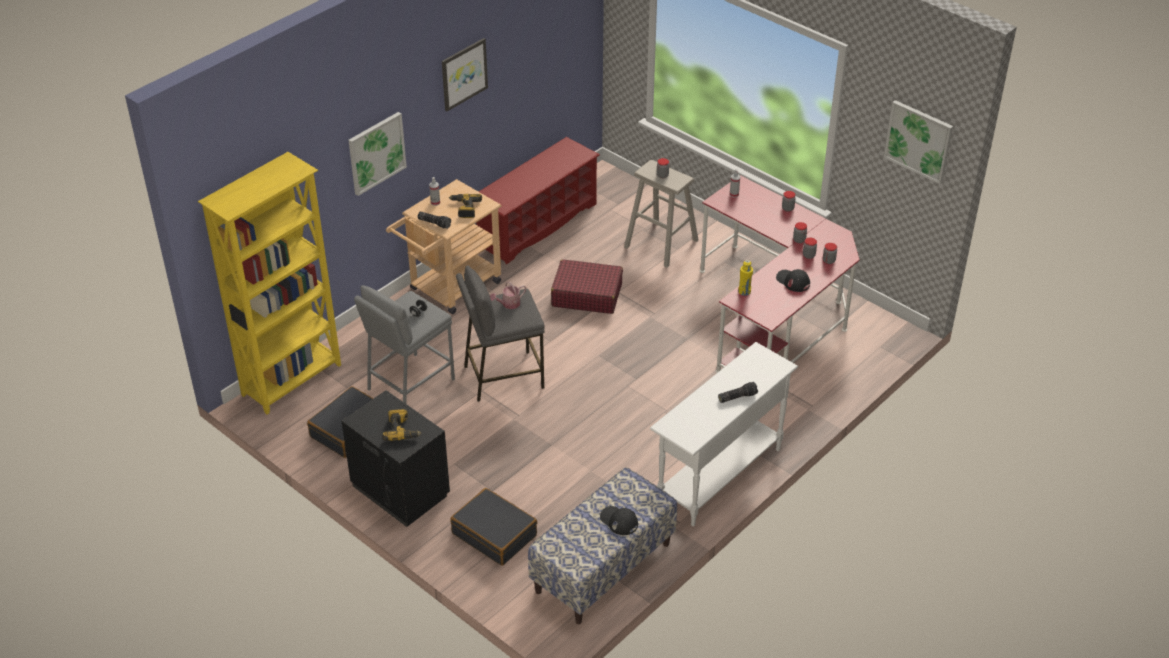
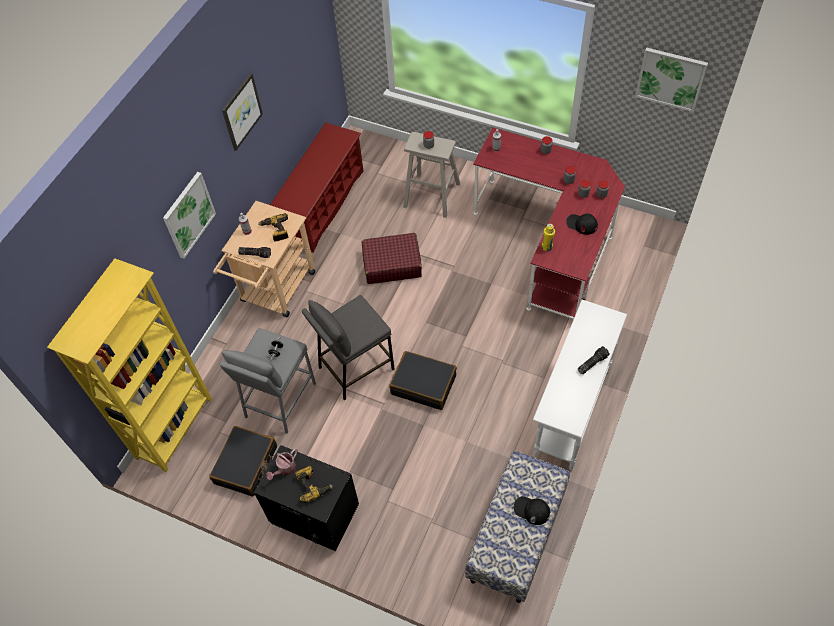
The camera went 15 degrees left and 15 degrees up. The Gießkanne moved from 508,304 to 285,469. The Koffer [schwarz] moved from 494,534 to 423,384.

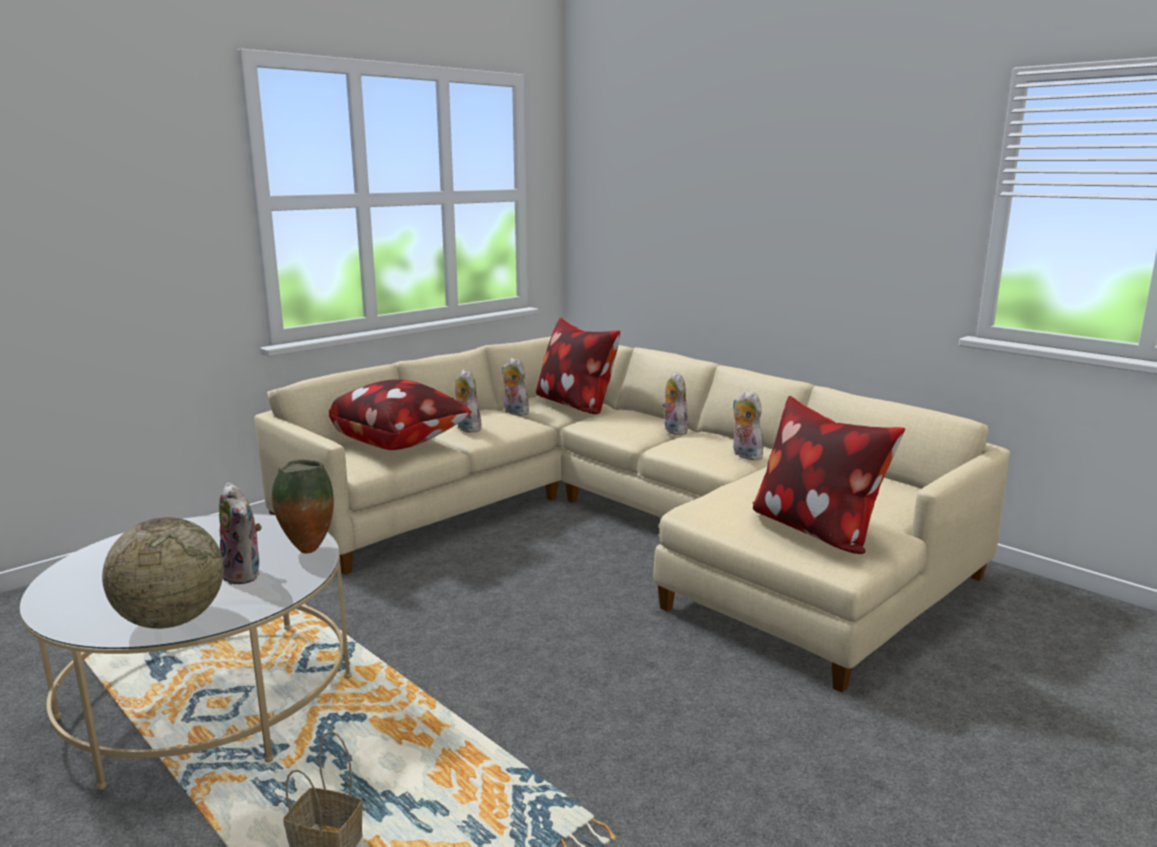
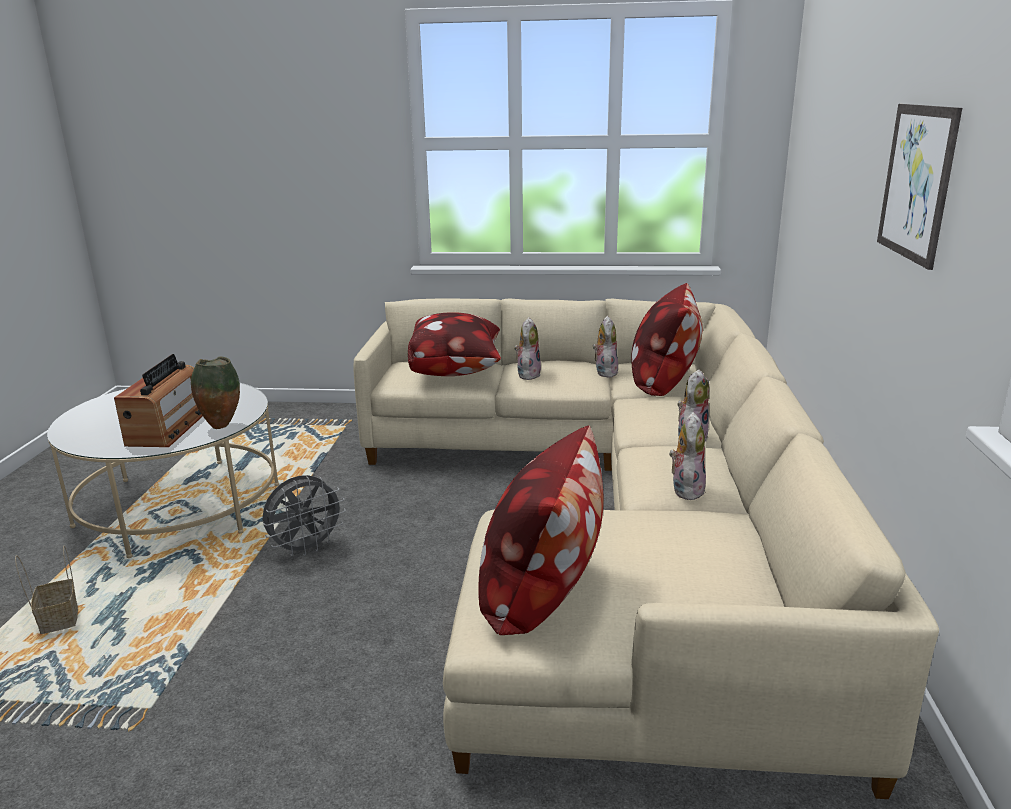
The camera went 50 degrees right and 5 degrees up. The Plüschtier at 245,574 was replaced by the Radio at 168,428. The Ventilator [grau] at 306,548 appeared. The Bild at 916,182 appeared. The Globus at 171,620 disappeared.

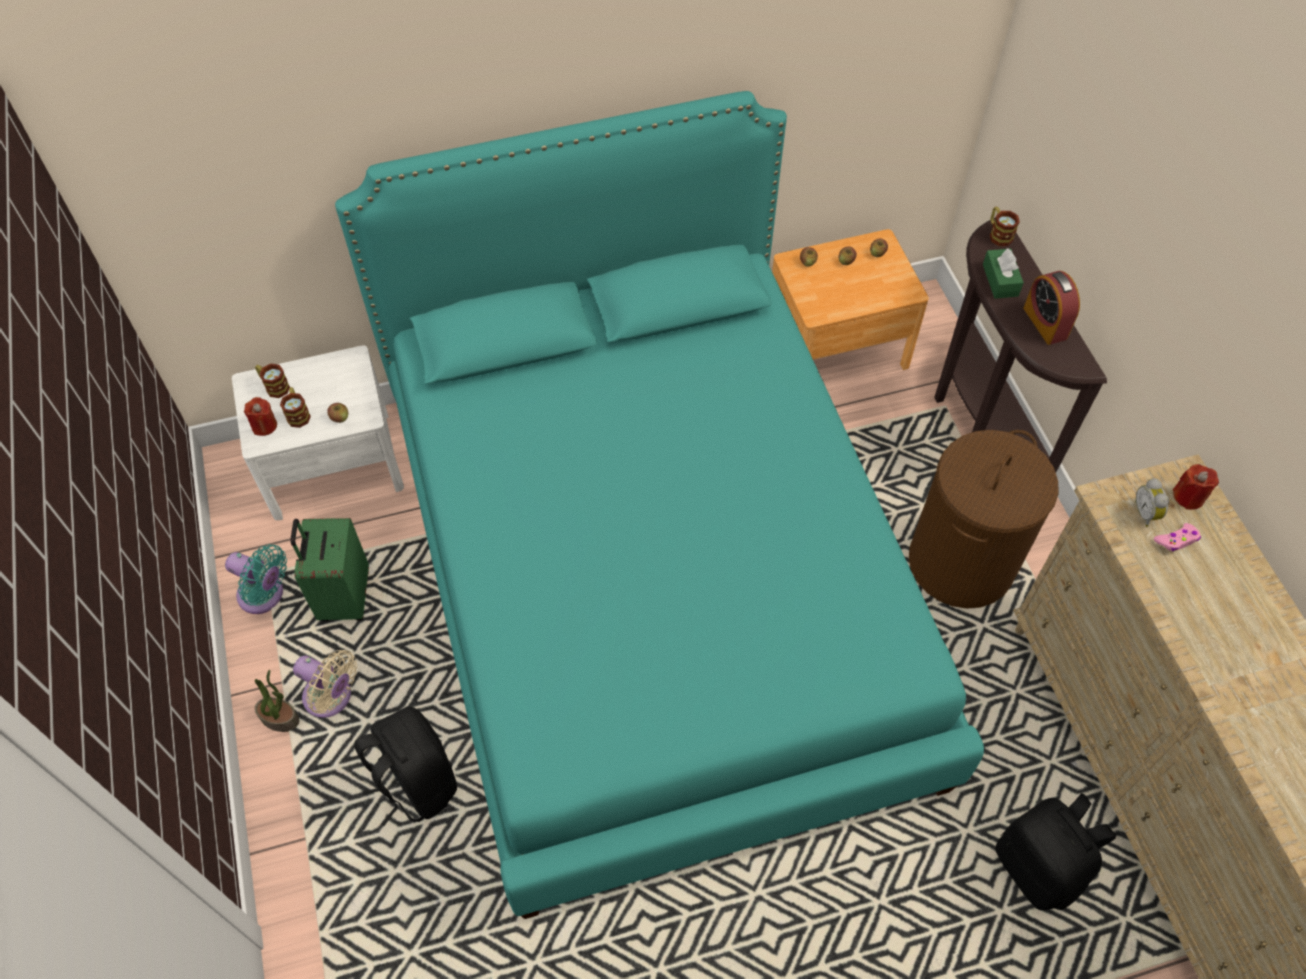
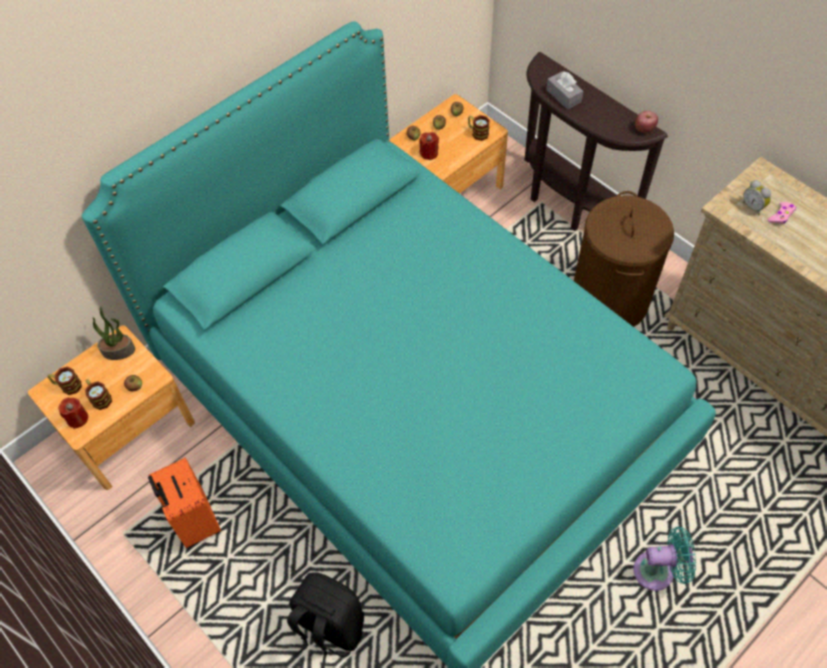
The camera went 25 degrees left and 0 degrees up. The Nachttisch [weiß] at 332,464 became the Nachttisch [braun] at 128,428. The Topfpflanze moved from 280,718 to 119,350. The Koffer [grün] at 343,597 became the Koffer [orange] at 194,521. The Kerze [rot] moved from 1188,497 to 429,153. The Henkelbecher moved from 998,234 to 477,133. The Taschentuchbox [grün] at 1000,280 became the Taschentuchbox [grau] at 563,96. The Ventilator [türkis] moved from 265,595 to 658,571. The Apfel at 644,129 appeared. The Ventilator [beige] at 332,698 disappeared. The Rucksack [schwarz] at 1039,867 disappeared. The Wecker at 1045,323 disappeared.

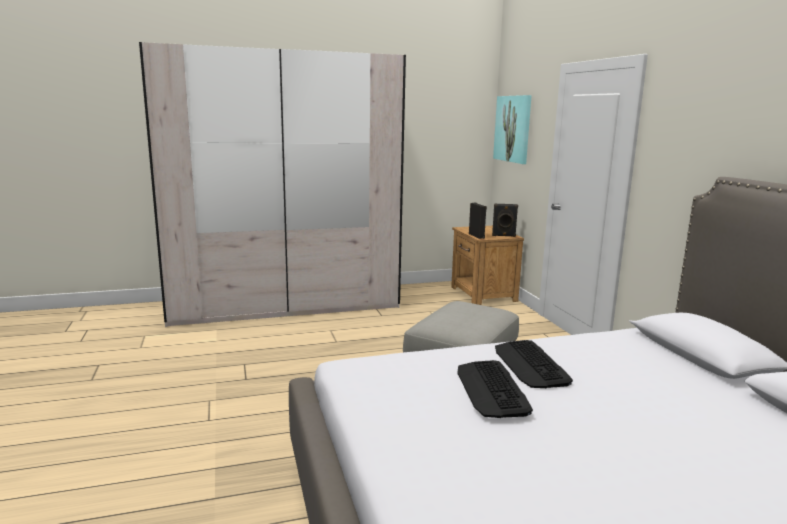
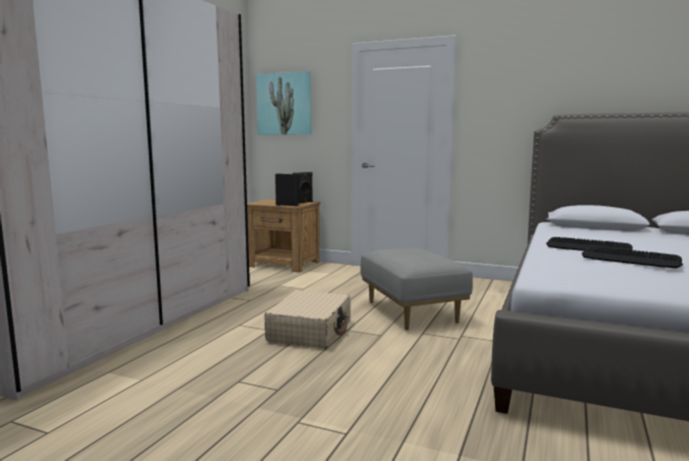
The camera went 50 degrees left and 5 degrees down. The Koffer [beige] at 310,331 appeared.

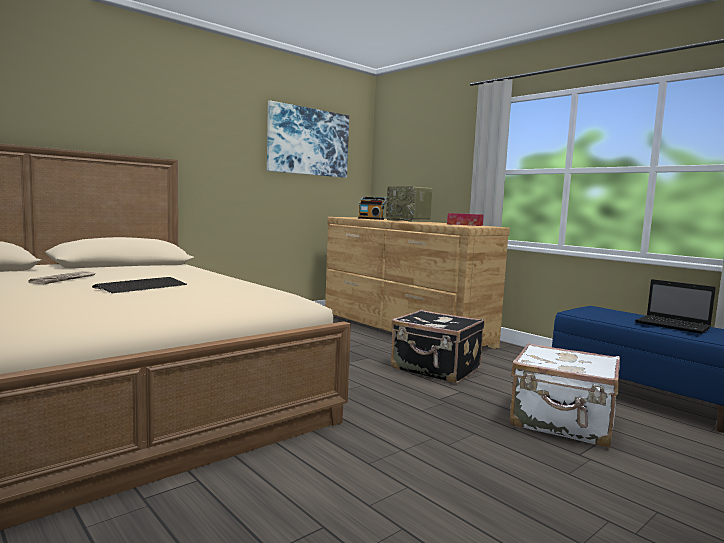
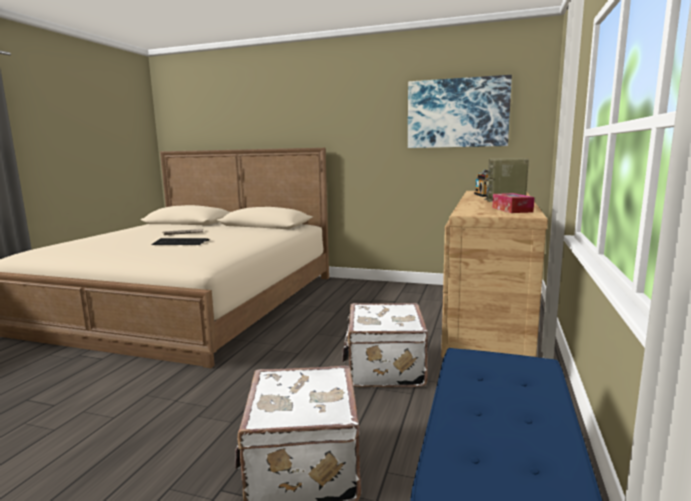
The camera went 60 degrees right and 5 degrees up. The Koffer [schwarz] at 435,369 became the Koffer [weiß] at 384,368. The Laptop at 674,326 disappeared.

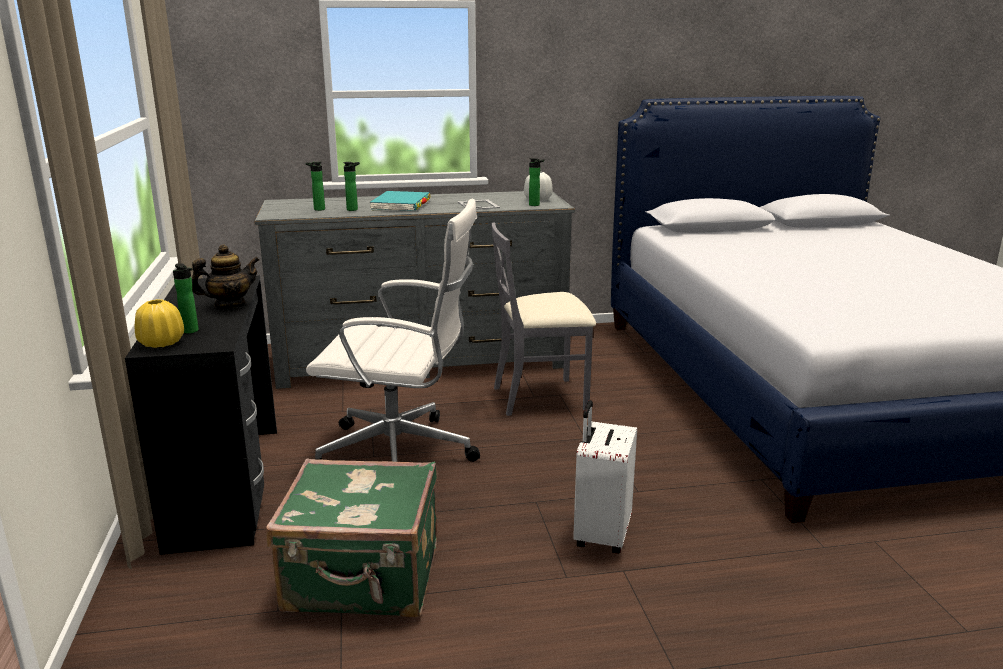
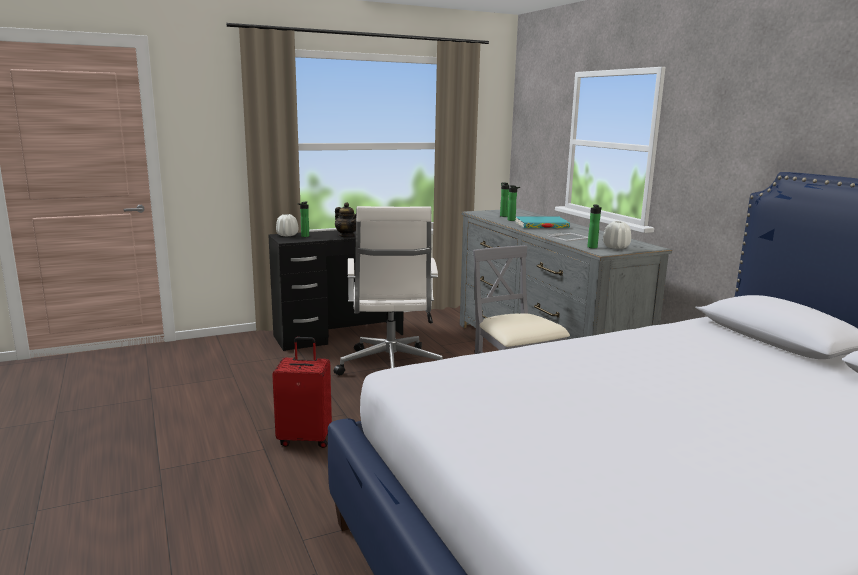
The camera went 75 degrees right and 5 degrees down. The Koffer [weiß] at 600,535 became the Koffer [rot] at 305,438. The Vase [gelb] at 161,343 became the Vase [weiß] at 287,235. The Koffer [grün] at 363,579 disappeared.

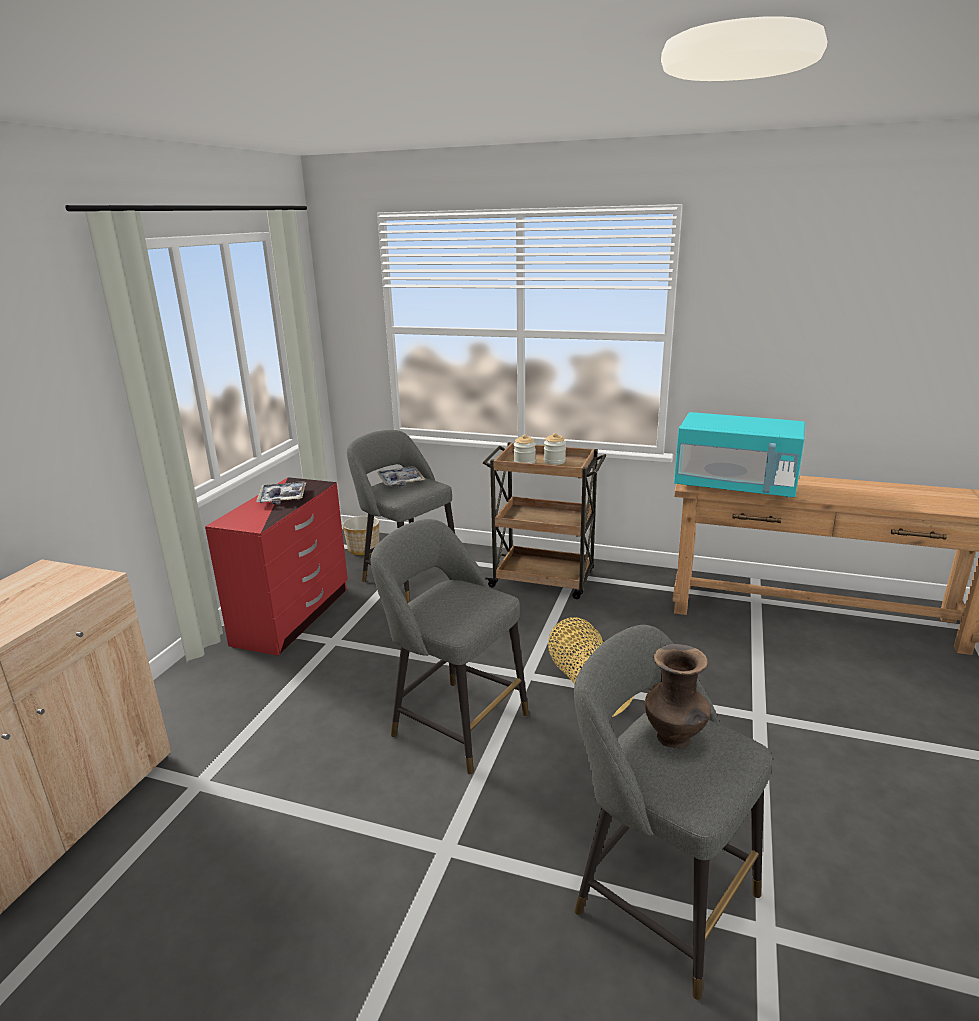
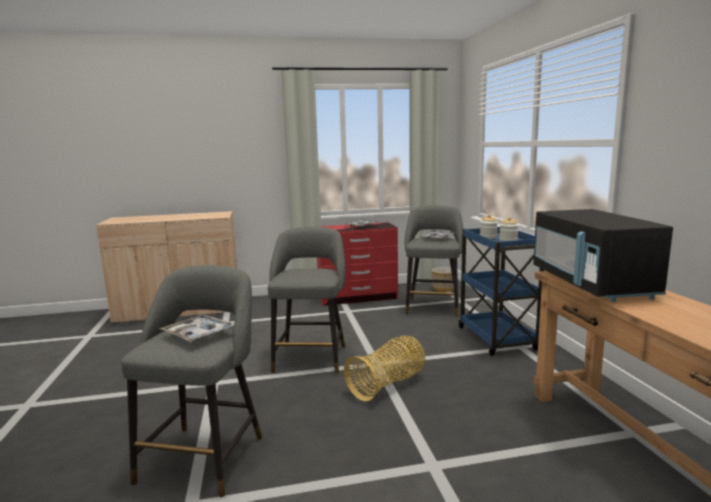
The camera went 60 degrees right and 10 degrees down. The Vase [braun] at 674,739 was replaced by the Tablett at 198,334. The Rollwagen [braun] at 544,580 became the Rollwagen [blau] at 497,339. The Mikrowelle [türkis] at 735,486 became the Mikrowelle [schwarz] at 591,284.

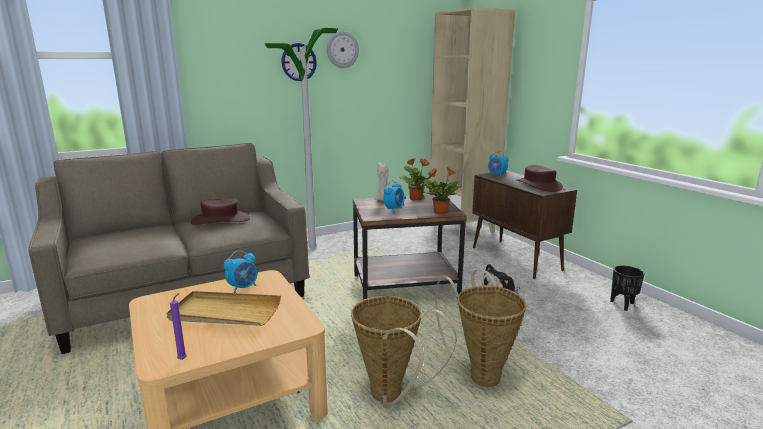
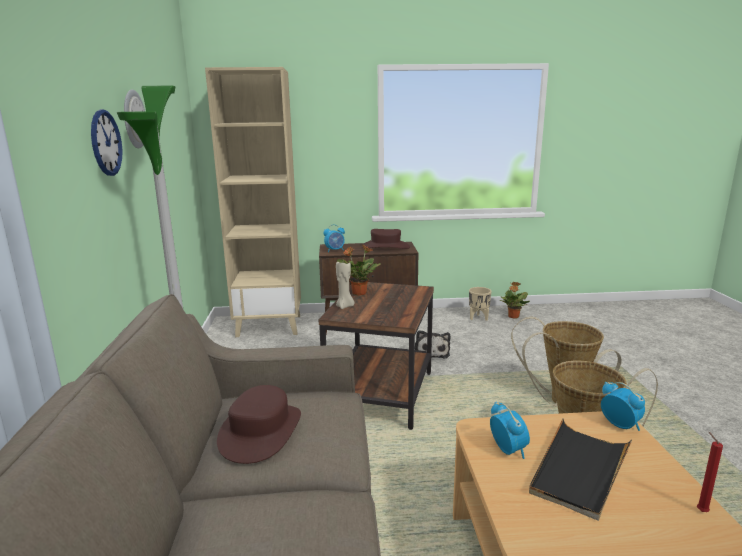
The camera went 65 degrees left and 0 degrees up. The Pflanzkübel [schwarz] at 623,305 became the Pflanzkübel [beige] at 478,318. The Topfpflanze moved from 439,212 to 513,317. The Tablett [beige] at 225,312 became the Tablett [schwarz] at 579,470. The Wecker moved from 394,209 to 620,425. The Kerze [lila] at 183,359 became the Kerze [rot] at 700,510.

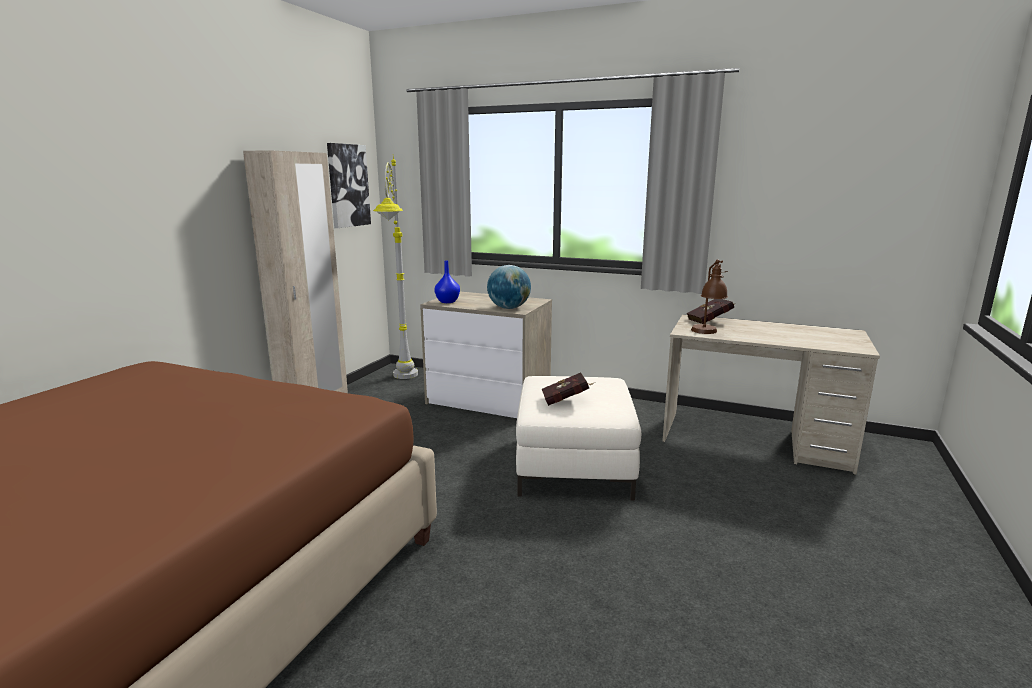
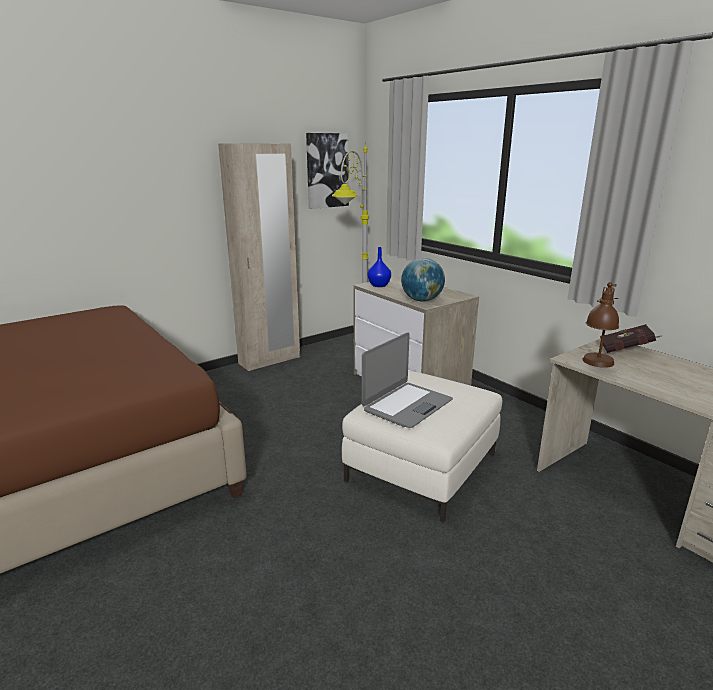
The camera went 30 degrees right and 5 degrees up. The Buch [rot] at 567,401 was replaced by the Laptop at 407,405.

